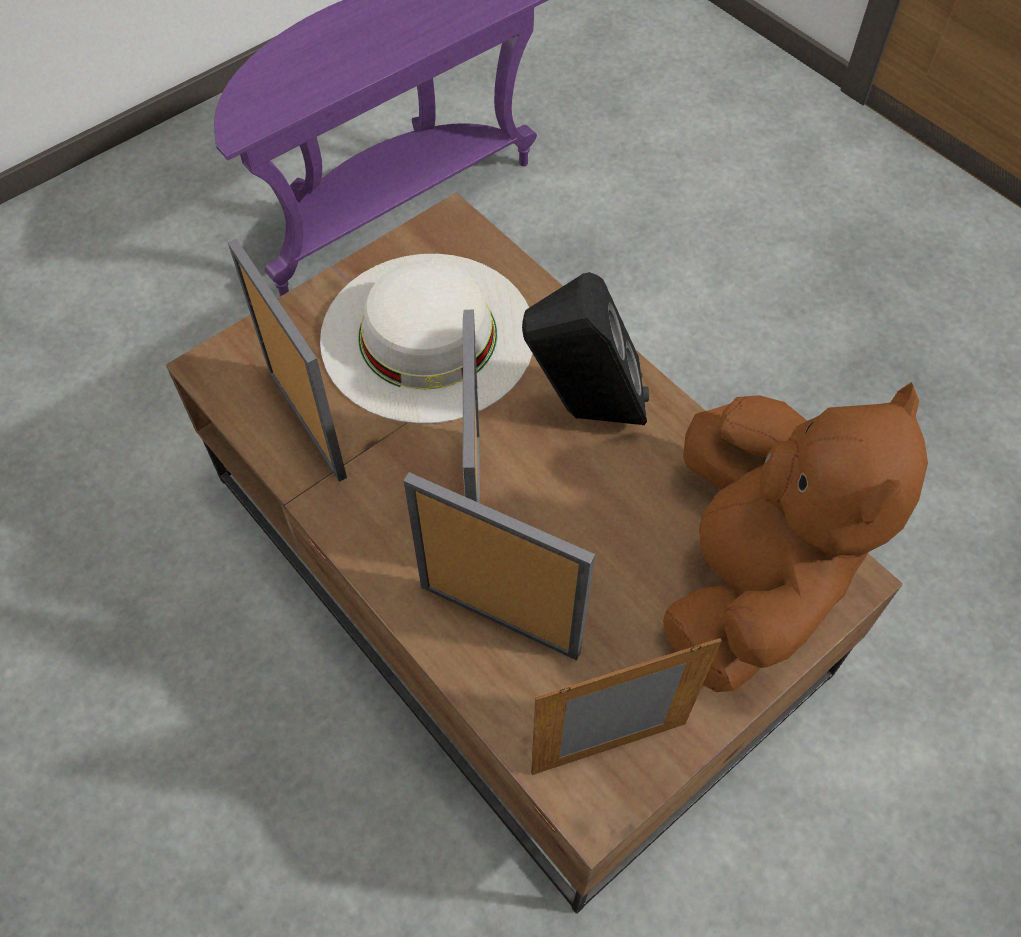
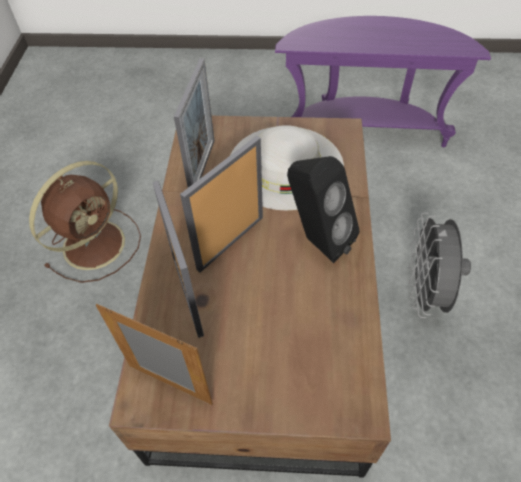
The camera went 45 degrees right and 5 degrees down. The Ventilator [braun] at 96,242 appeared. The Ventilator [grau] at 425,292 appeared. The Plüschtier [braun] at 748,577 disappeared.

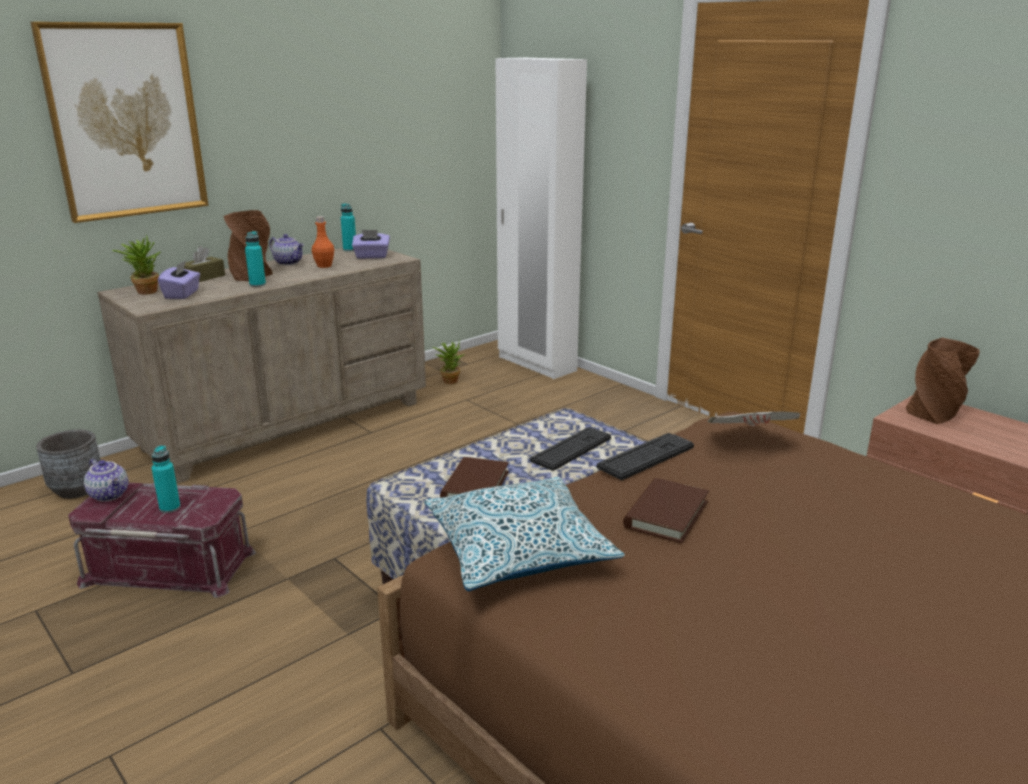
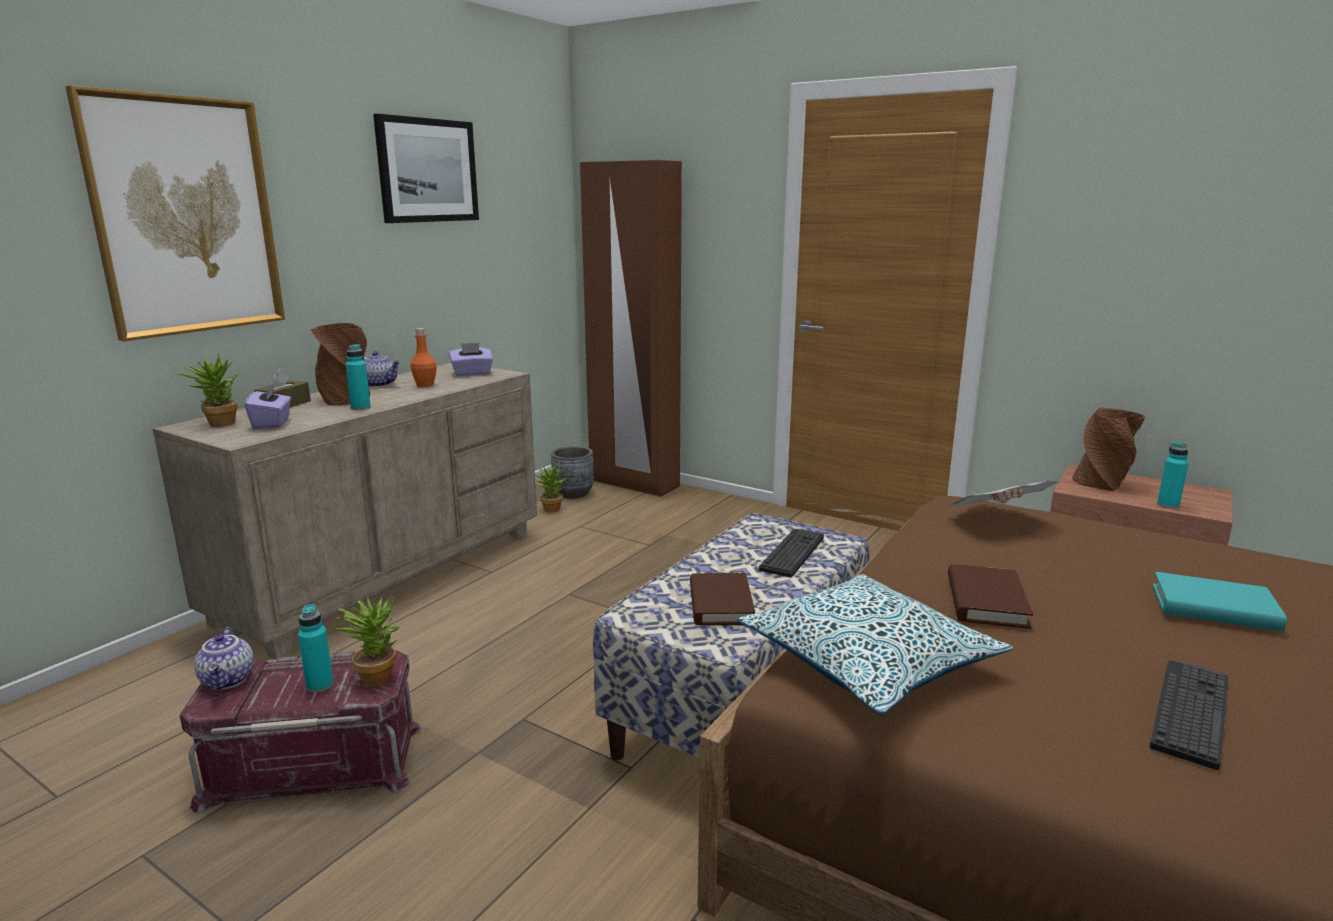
The camera went 15 degrees left and 5 degrees down. The Teekanne at 110,495 turned 45 degrees clockwise. The Topfpflanze at 376,675 appeared. The Bild at 427,170 appeared. The Pflanzkübel [grau] moved from 77,489 to 573,493. The Kleiderschrank [weiß] at 536,364 became the Kleiderschrank [braun] at 634,484. The Tastatur moved from 646,457 to 1190,712. The Buch [türkis] at 1214,608 appeared. The Flasche [türkis] moved from 350,250 to 1168,505.

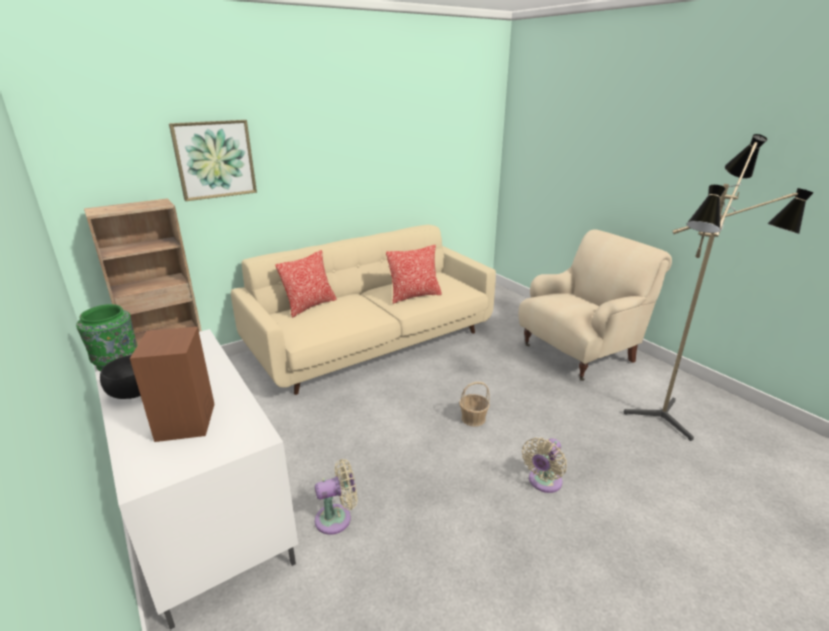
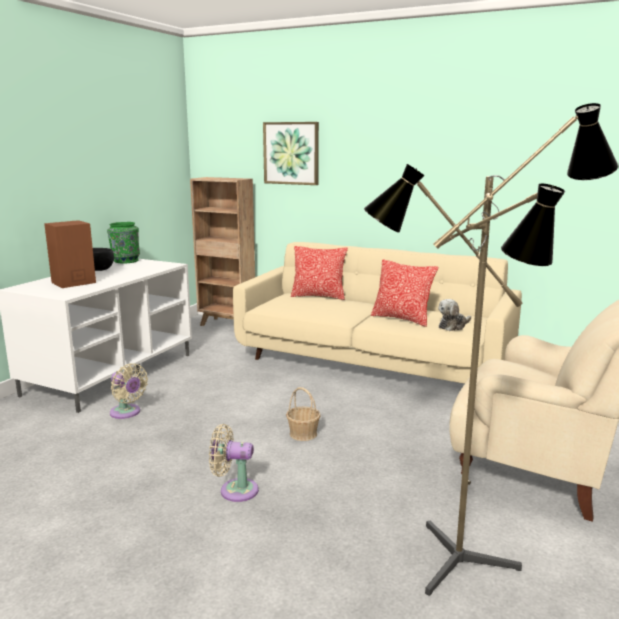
The camera went 60 degrees right and 10 degrees down. The Plüschtier at 453,326 appeared.

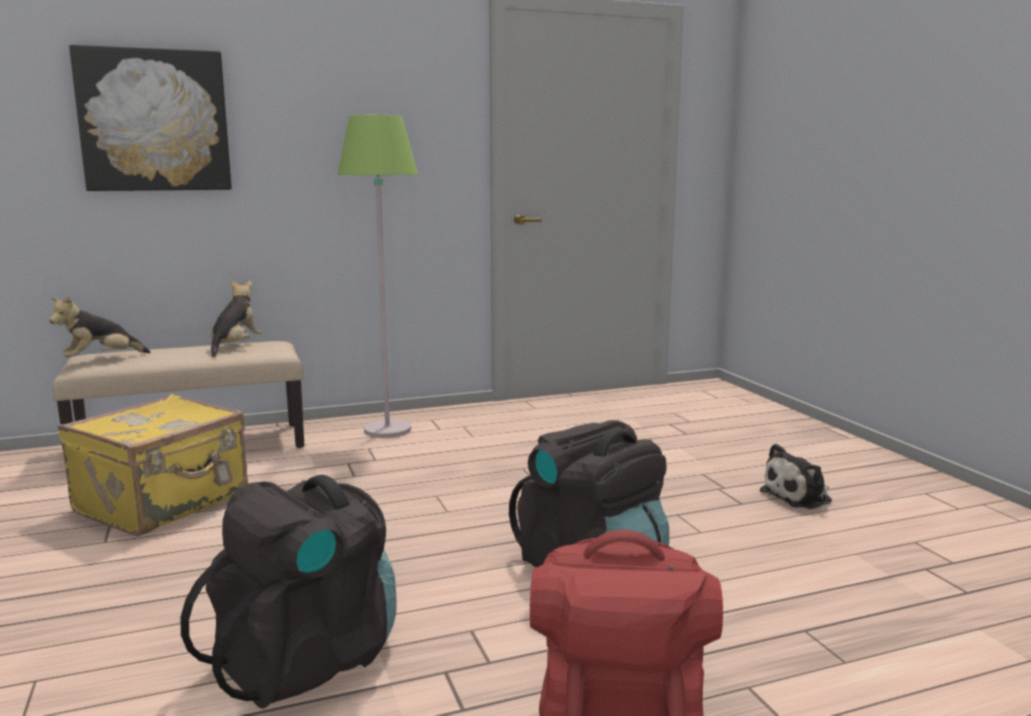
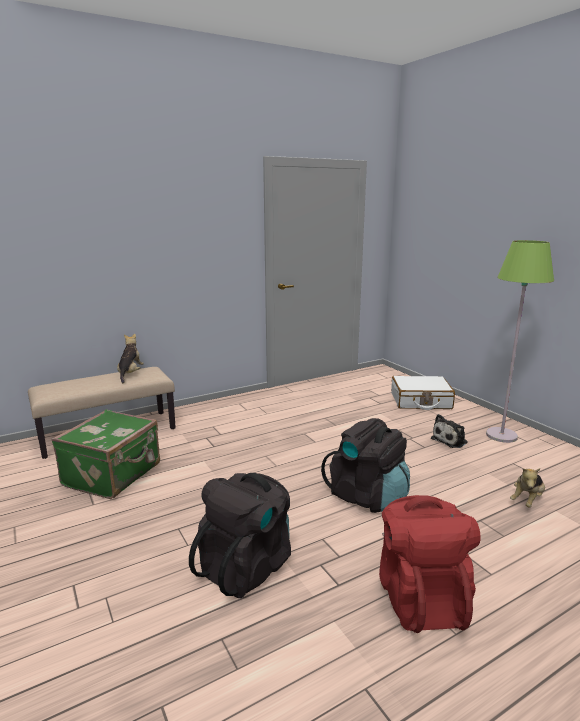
The camera went 10 degrees left and 5 degrees up. The Koffer [gelb] at 165,503 became the Koffer [grün] at 114,475. The Koffer [weiß] at 420,401 appeared. The Stehlampe [grün] moved from 387,430 to 501,435. The Plüschtier moved from 101,360 to 527,500. The Bild at 154,121 disappeared.

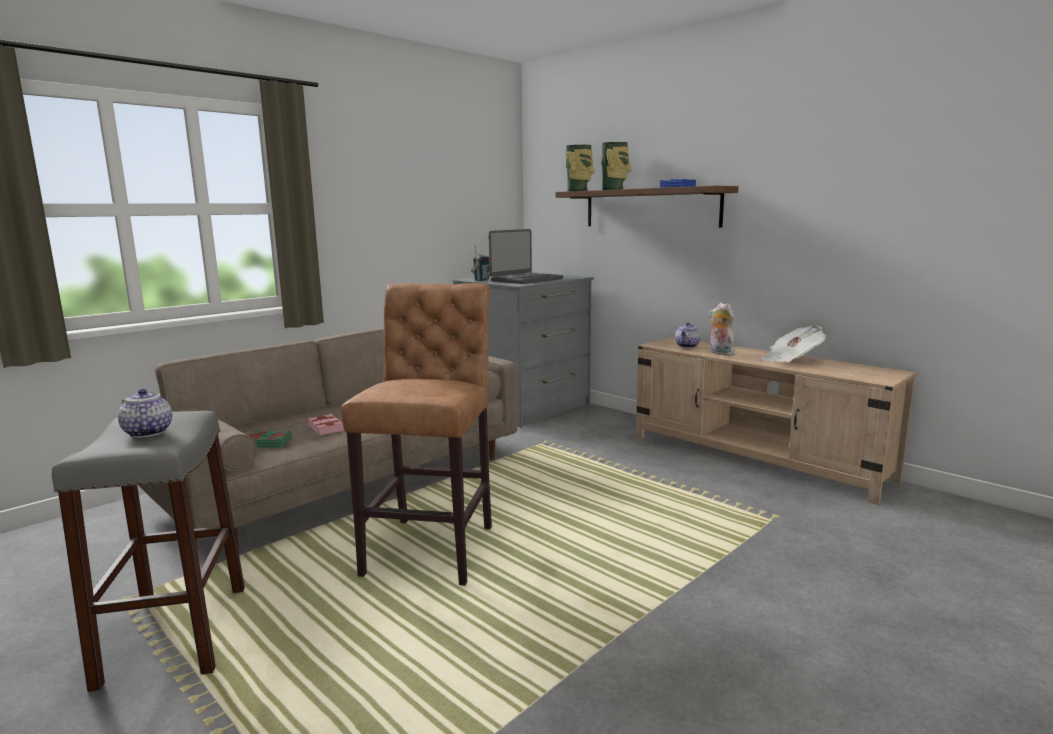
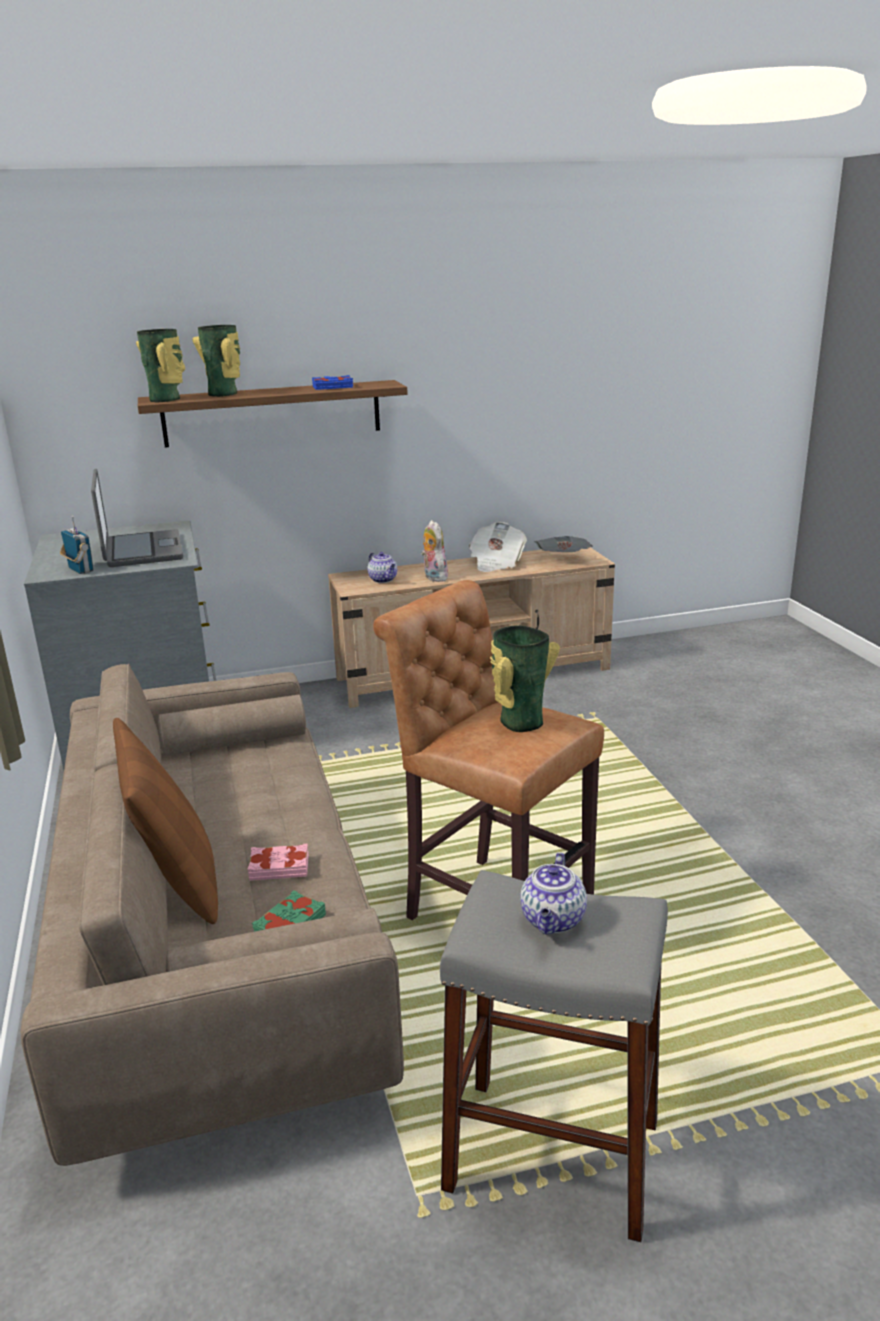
The camera went 60 degrees left and 10 degrees up. The Kissen [braun] at 177,882 appeared. The Plüschtier at 719,353 turned 75 degrees clockwise. The Vase at 519,721 appeared. The Teekanne at 147,432 turned 75 degrees counterclockwise. The Zeitung at 563,560 appeared.

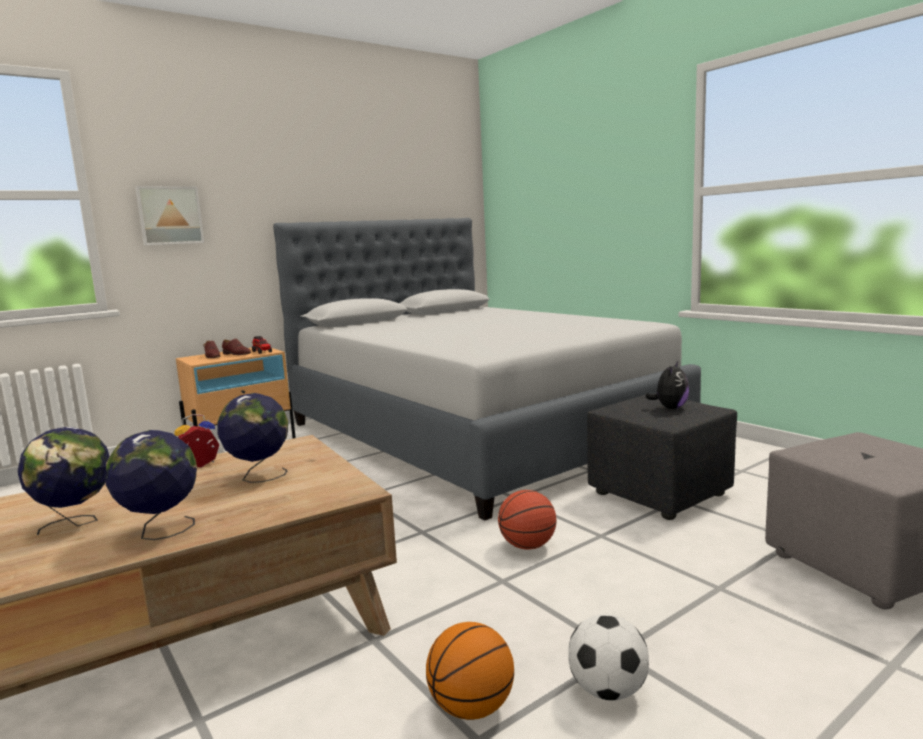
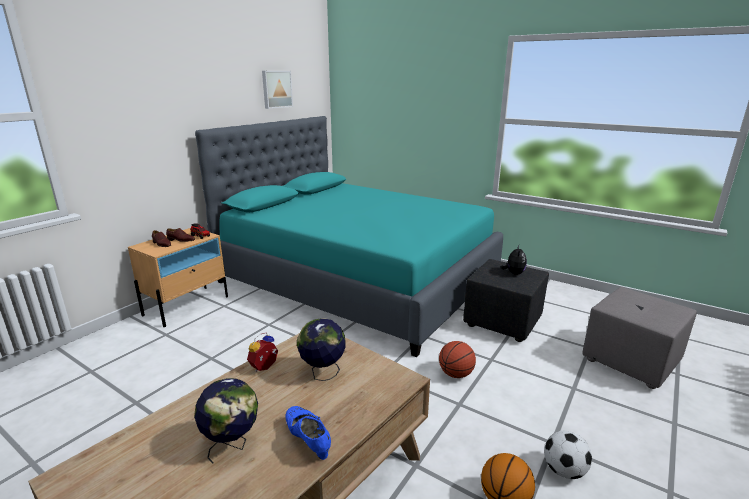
The camera went 20 degrees left and 10 degrees up. The Bett [grau] at 477,431 became the Bett [türkis] at 359,279. The Bild moved from 170,215 to 276,89. The Globus at 161,531 was replaced by the Schuh [blau] at 308,441.

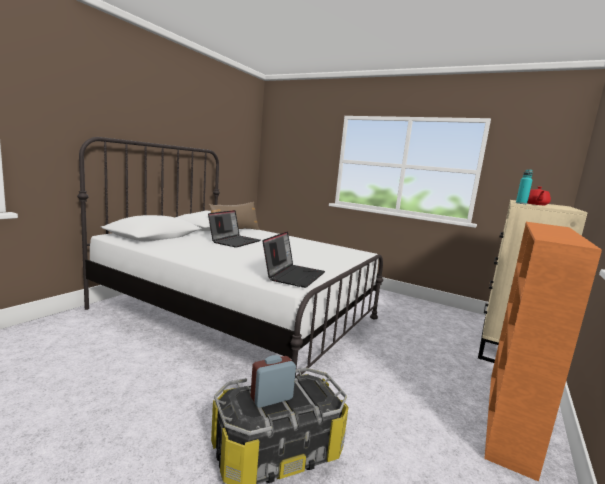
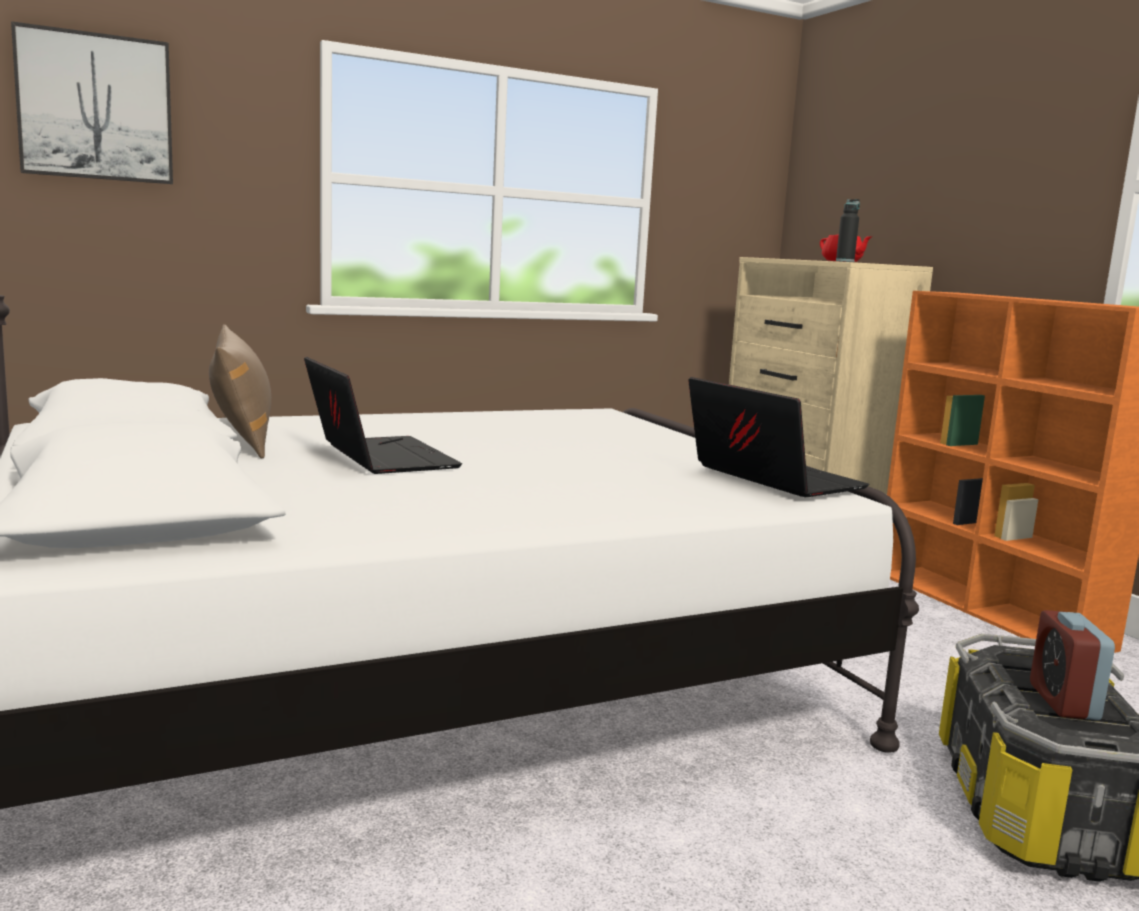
The camera went 55 degrees left and 0 degrees up. The Bild at 95,107 appeared. The Flasche [türkis] at 521,203 became the Flasche [schwarz] at 845,261.

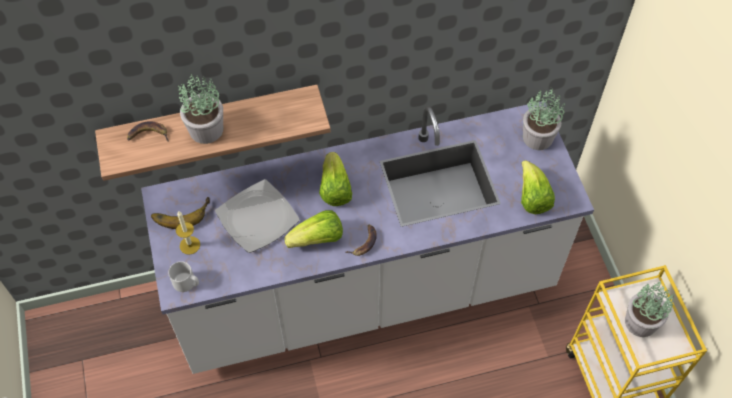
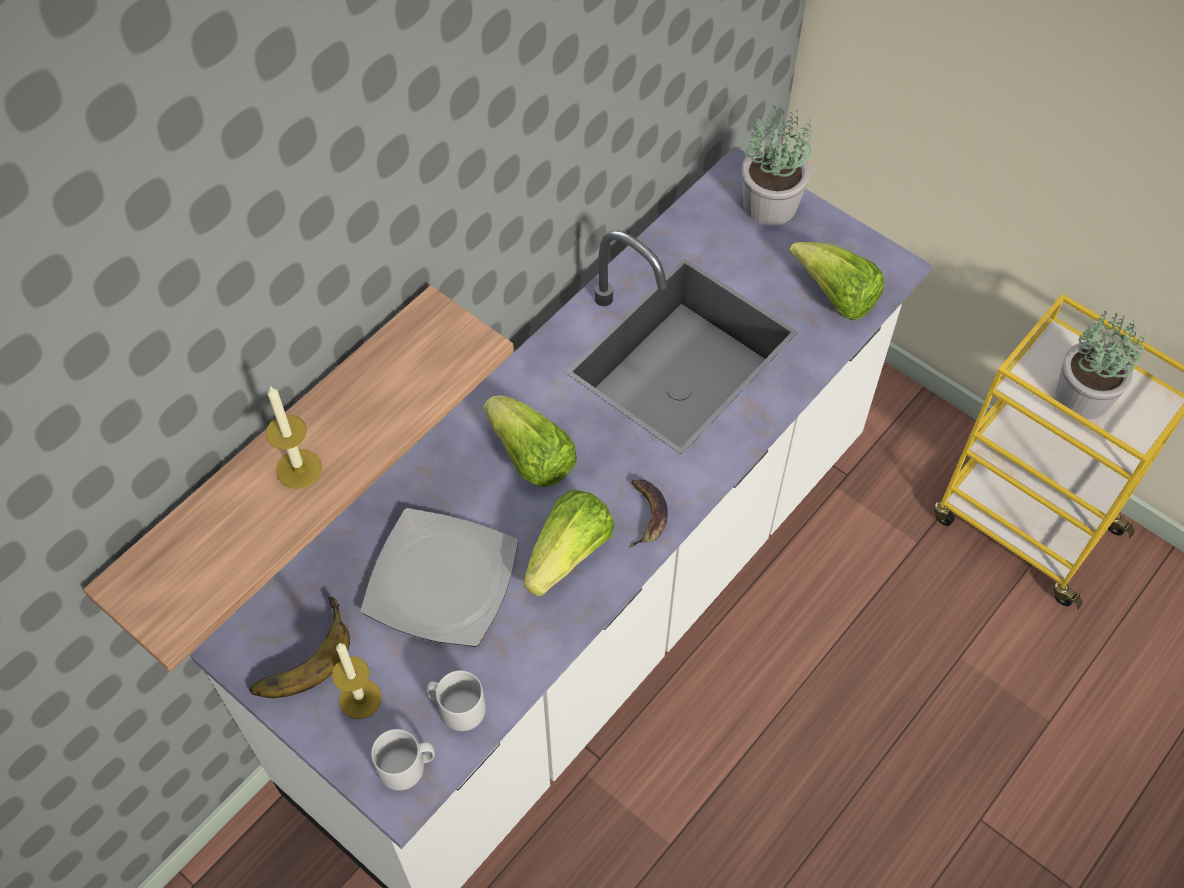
The camera went 35 degrees left and 0 degrees up. The Topfpflanze at 205,130 was replaced by the Kerze at 299,469. The Henkelbecher [grau] at 457,708 appeared. The Banane at 148,135 disappeared.

